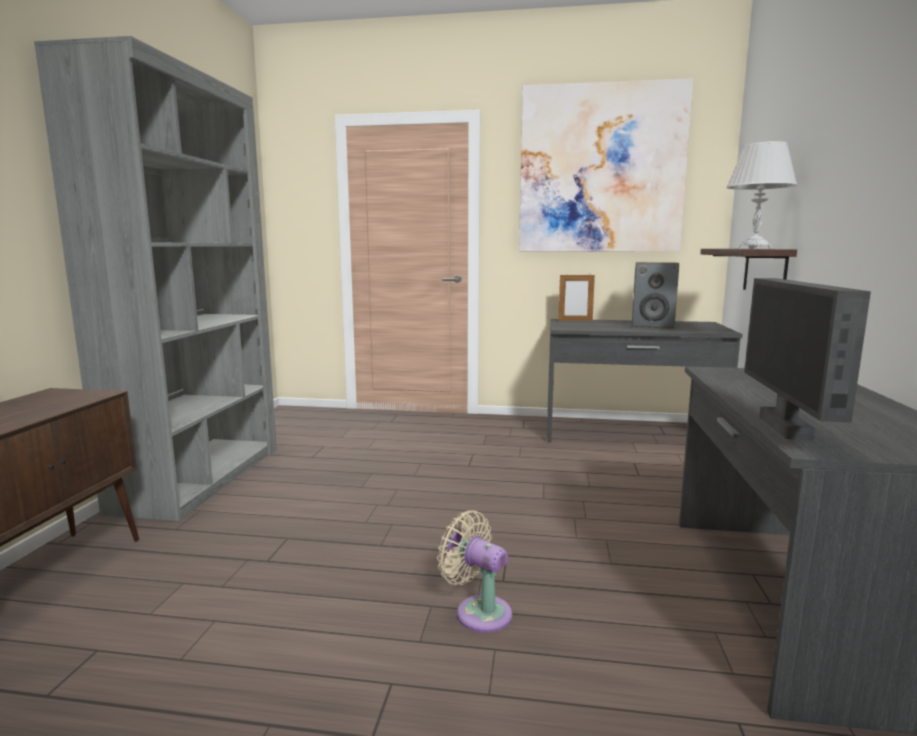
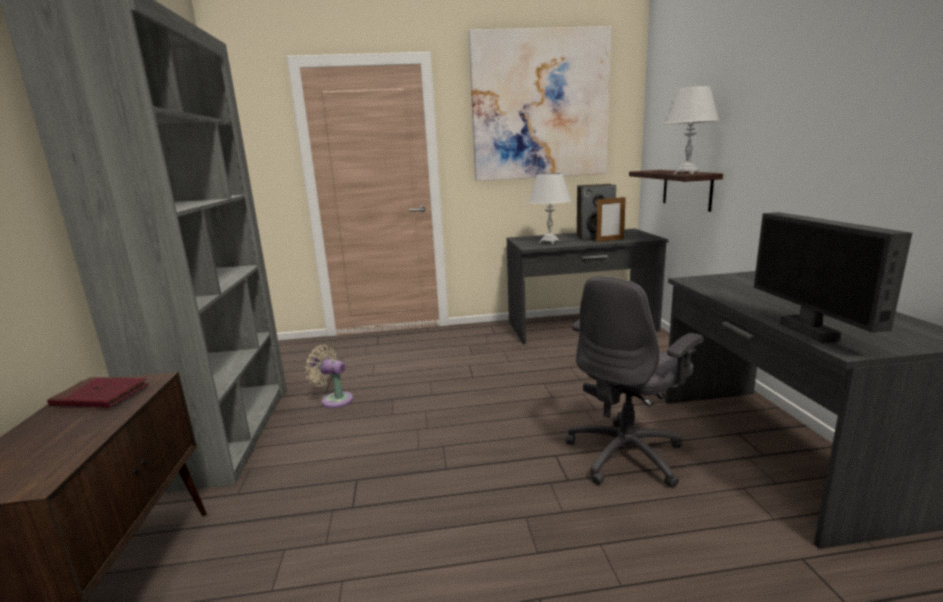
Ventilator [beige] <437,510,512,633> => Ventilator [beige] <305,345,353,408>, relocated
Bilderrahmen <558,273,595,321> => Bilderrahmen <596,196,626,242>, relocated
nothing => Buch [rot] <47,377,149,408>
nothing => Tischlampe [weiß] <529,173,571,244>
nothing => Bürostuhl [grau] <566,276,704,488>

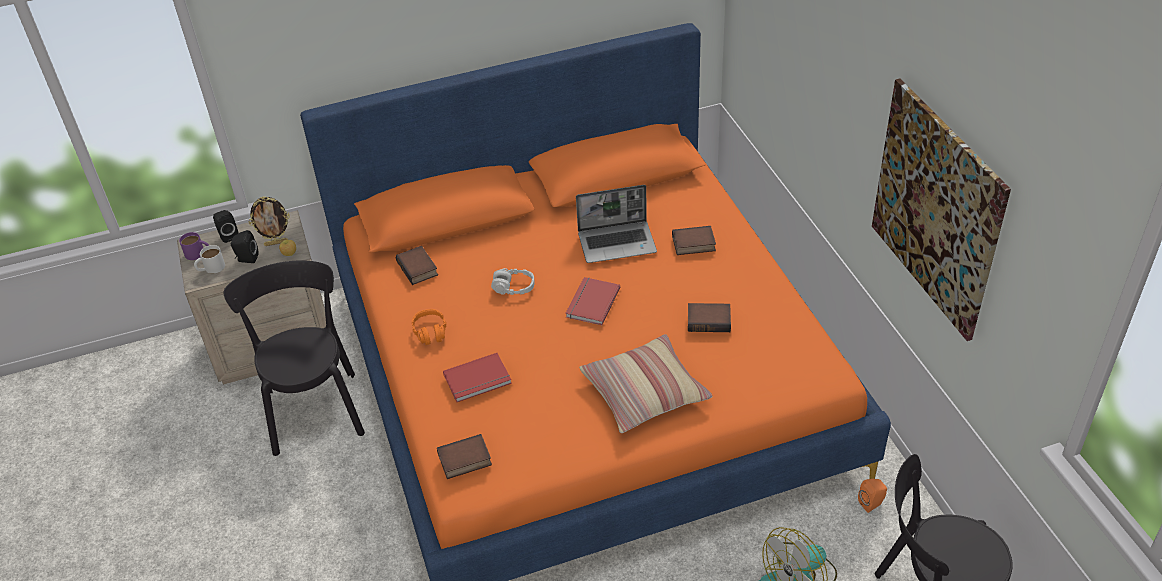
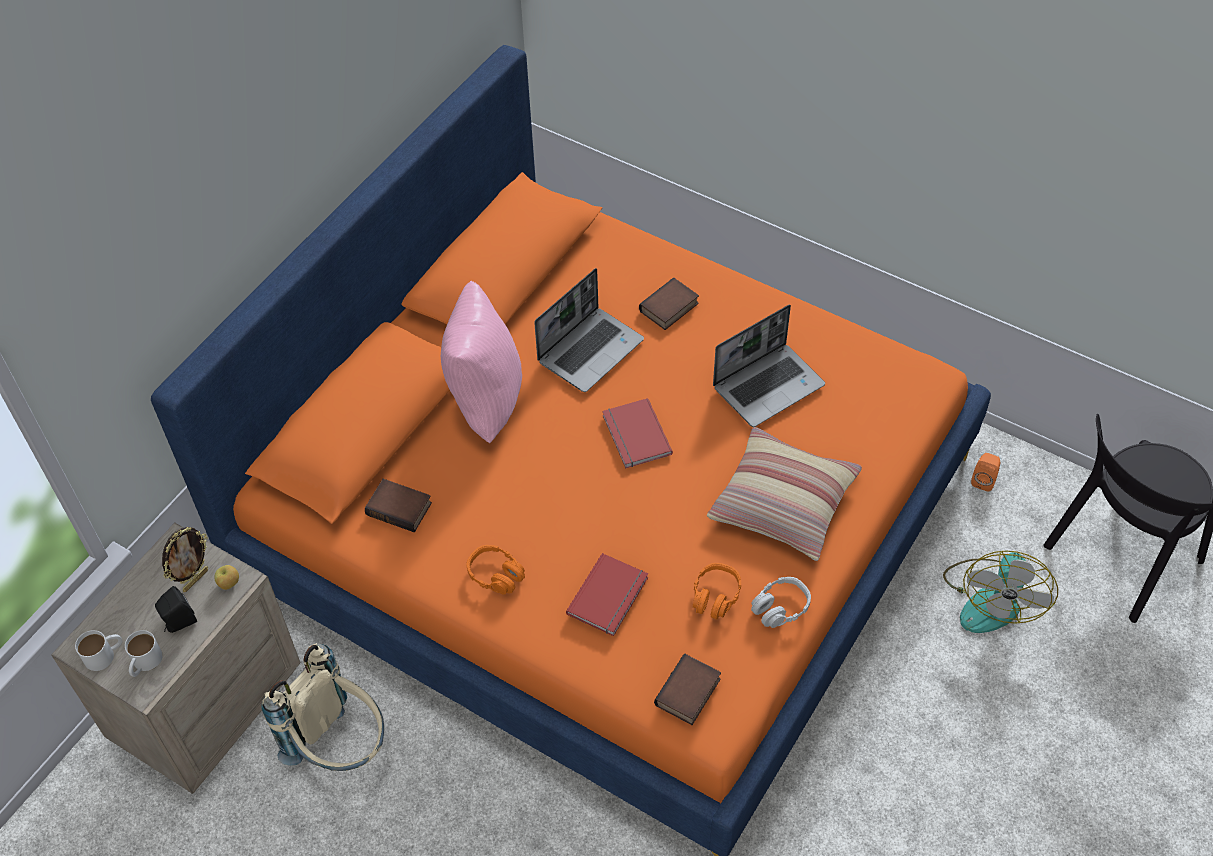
Henkelbecher [lila] <179,232,209,260> => Henkelbecher [weiß] <75,630,122,671>
Lautsprecher [schwarz] <213,210,239,243> => nothing
Stuhl [schwarz] <224,260,365,456> => Rucksack [beige] <261,643,384,771>
Kopfhörer [grau] <491,268,535,295> => Kopfhörer [grau] <751,577,811,628>, relocated
Buch <688,303,731,332> => Laptop <713,304,825,427>
Bild <872,78,1011,341> => nothing
nothing => Kissen [rosa] <441,281,522,443>
nothing => Kopfhörer [orange] <693,563,741,620>

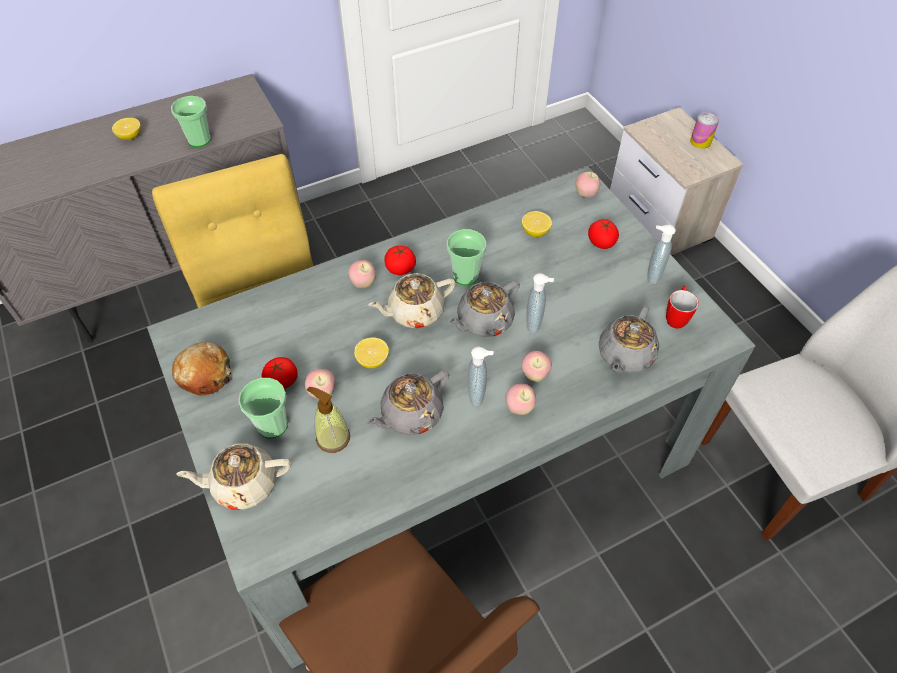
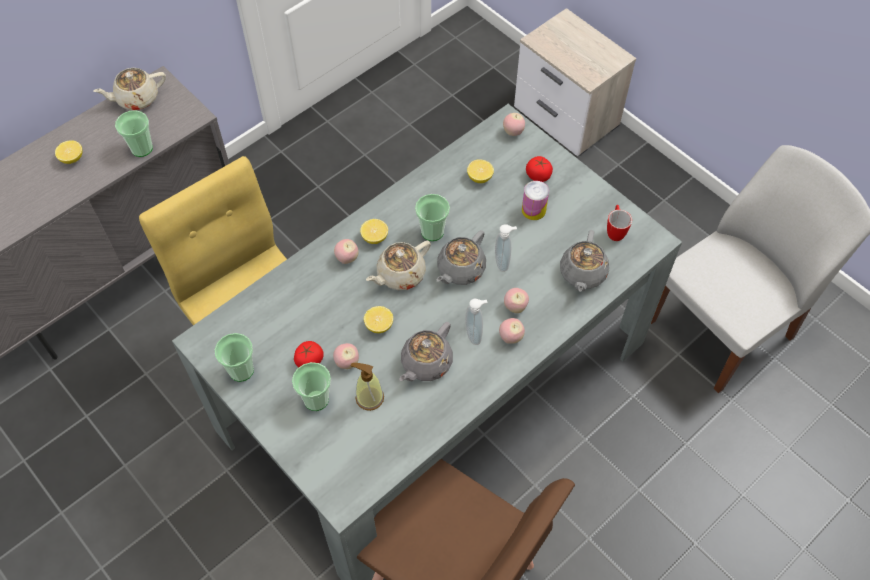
Brot <172,342,231,396> => Tasse <215,333,254,382>
Teekanne [beige] <176,443,291,510> => Teekanne [beige] <93,68,166,110>, relocated
Tomate <384,246,416,275> => Zitrone <360,219,388,244>
Seifenspender <647,225,676,284> => nothing
Dose <690,113,719,149> => Dose <522,181,549,220>, relocated

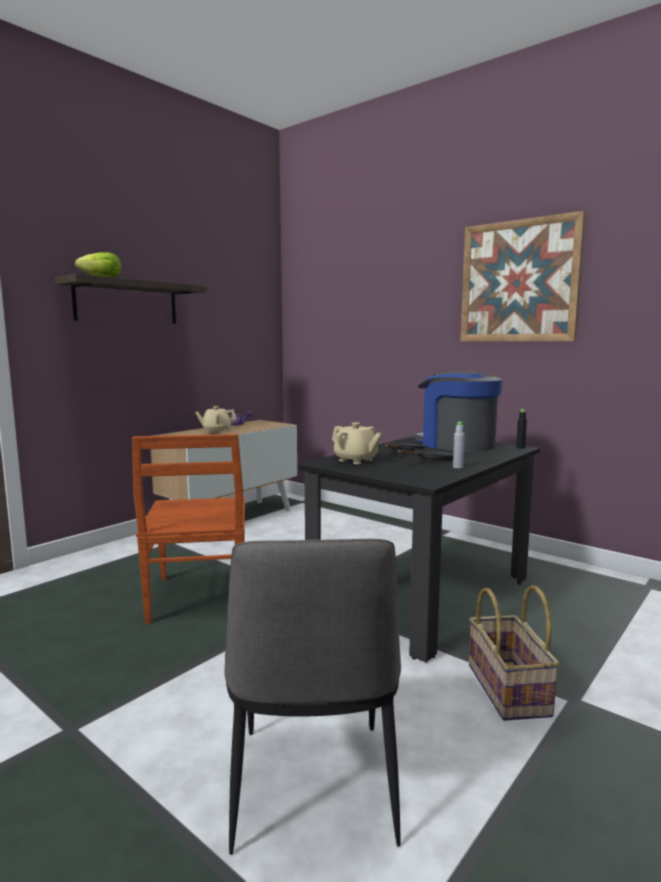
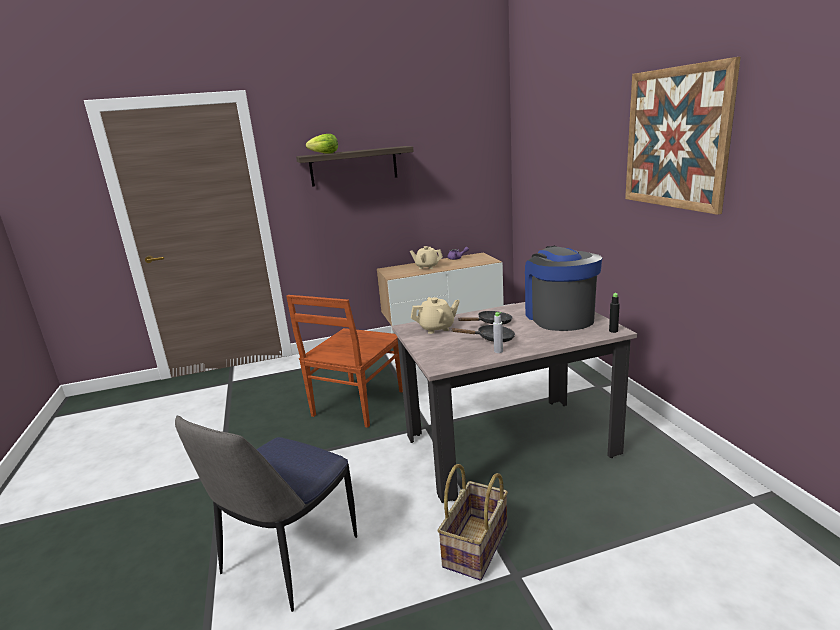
Esstisch [schwarz] <298,436,540,663> => Esstisch [beige] <392,302,637,503>
Teekanne [beige] <332,422,383,464> => Teekanne [beige] <411,297,460,334>, 90 degrees counterclockwise

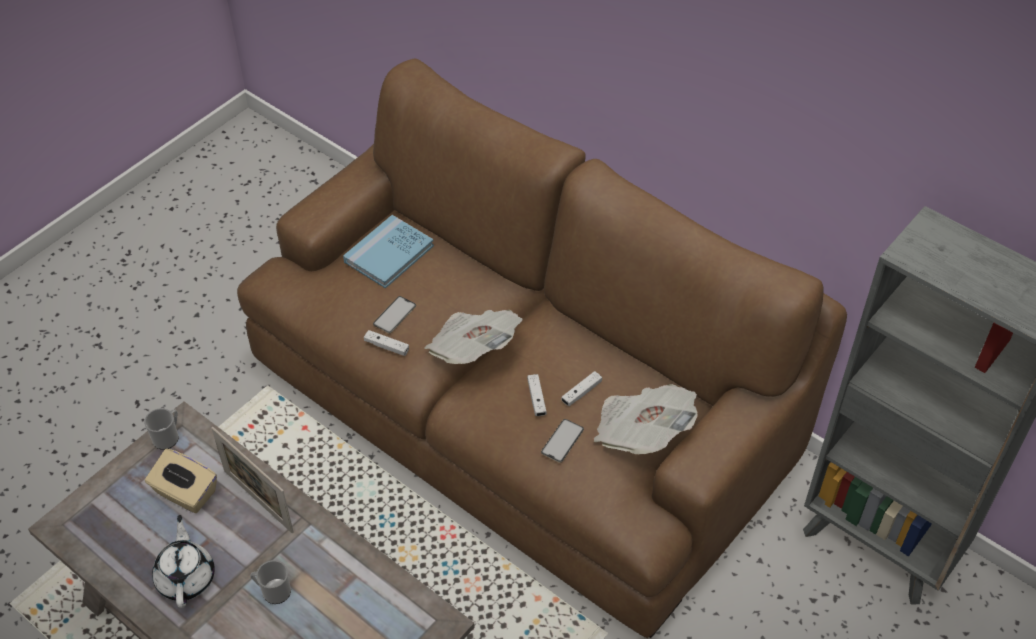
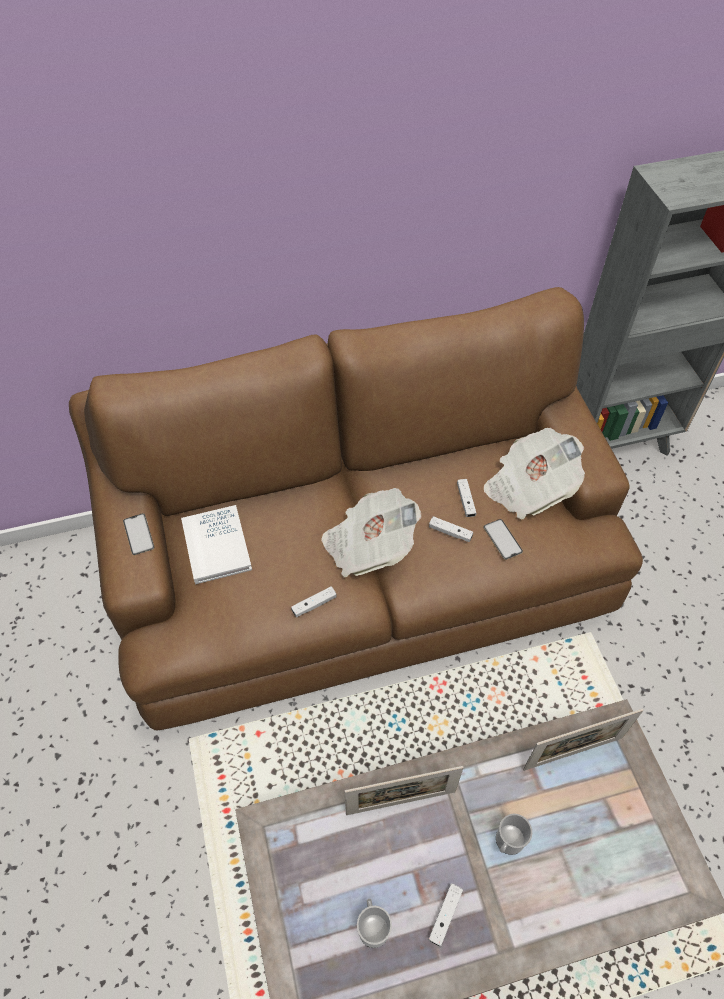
Henkelbecher <144,408,179,450> => Henkelbecher <357,899,392,948>, relocated
Taschentuchbox [beige] <145,449,217,513> => nothing
Teekanne [weiß] <152,515,215,608> => Gamepad [weiß] <428,884,463,947>
Buch [blau] <343,215,434,289> => Buch [weiß] <181,505,252,584>
Handy <373,296,416,333> => Handy <123,513,155,555>, relocated
nothing => Bilderrahmen <523,709,644,771>

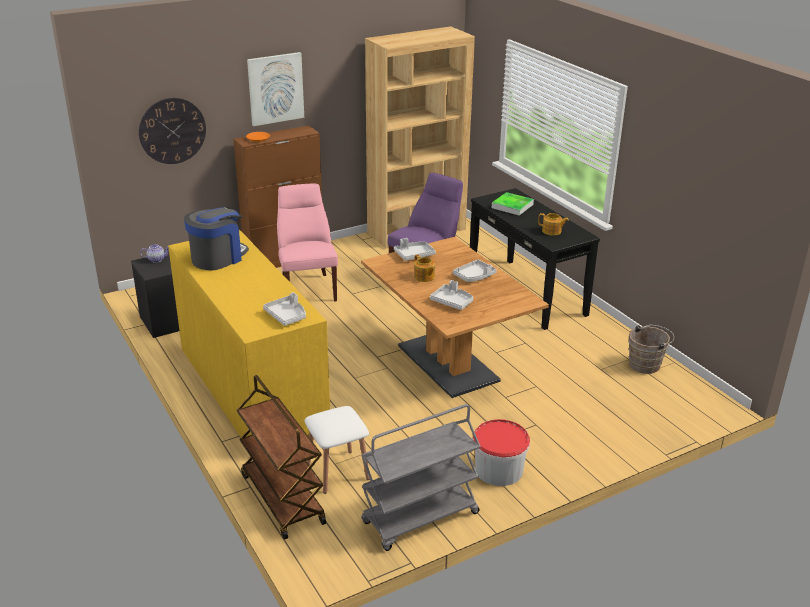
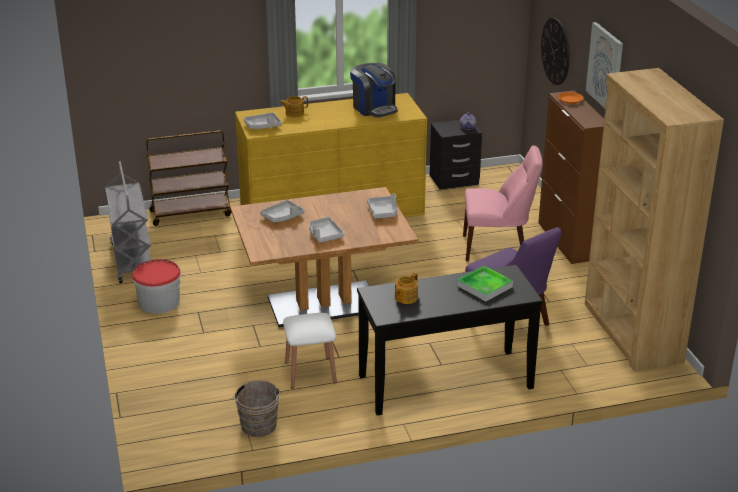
Hocker [weiß] <305,406,370,494> => Hocker [weiß] <283,313,337,389>, relocated
Teekanne <414,254,436,282> => Teekanne <280,96,308,117>, relocated

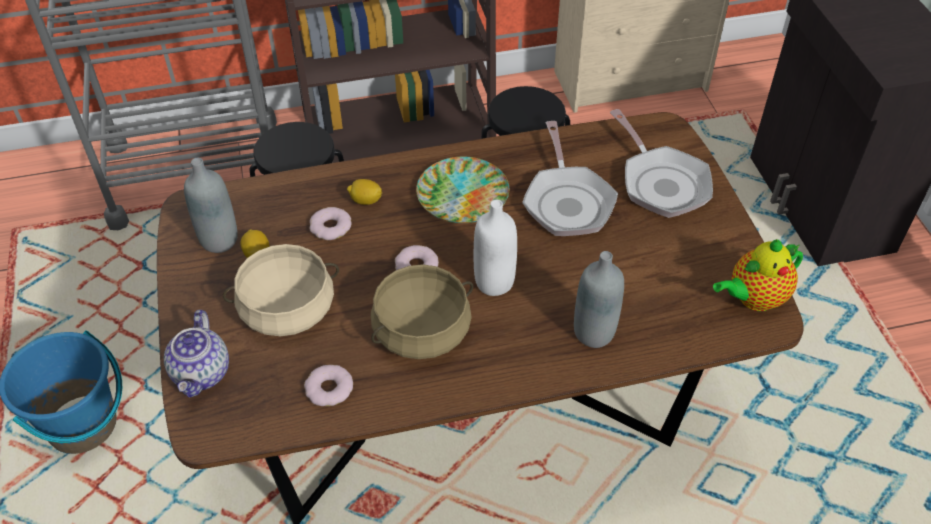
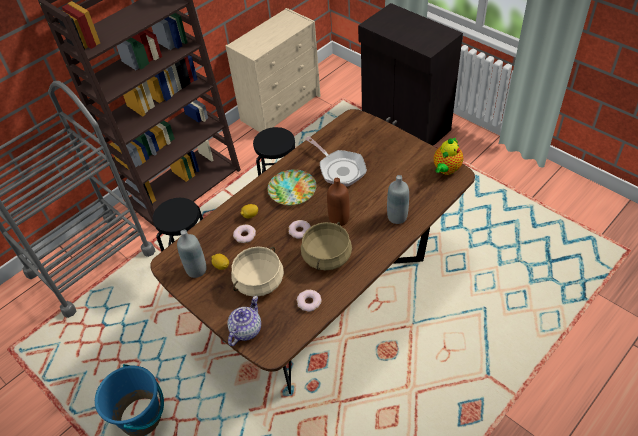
Teekanne <164,310,229,398> => Teekanne <227,296,261,346>, 120 degrees counterclockwise
Flasche [weiß] <474,200,517,296> => Flasche [braun] <327,178,350,226>
Pfanne <610,109,713,218> => nothing

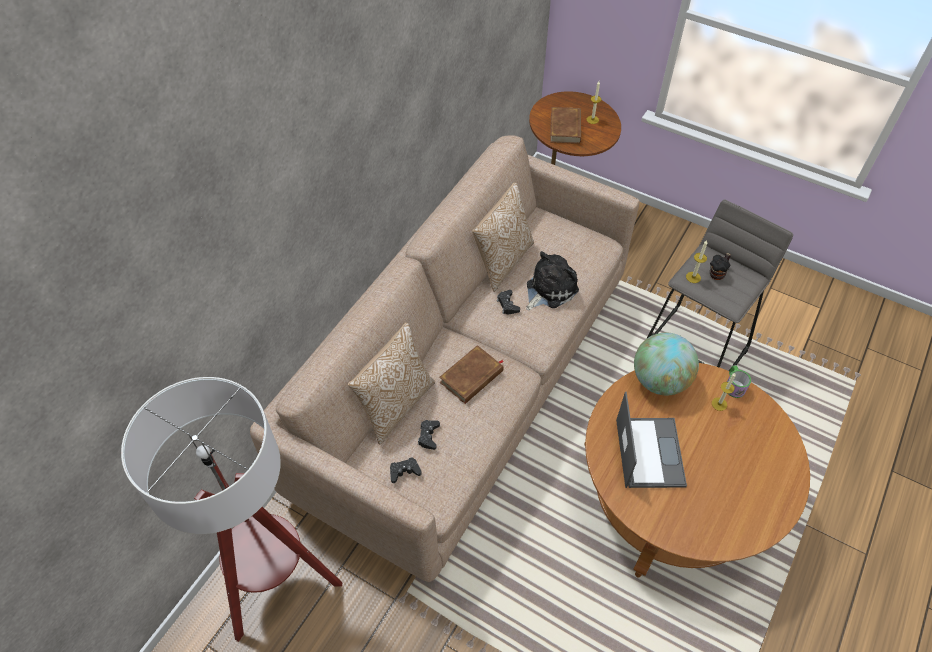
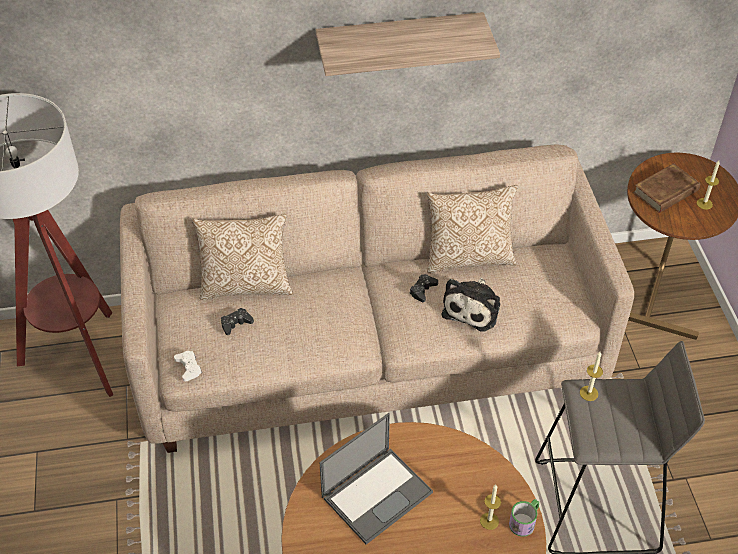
Gamepad [schwarz] <390,457,422,483> => nothing
Buch [braun] <440,345,504,404> => nothing
Plüschtier <526,251,579,311> => Plüschtier <442,278,500,331>, 105 degrees clockwise
Globus <634,332,699,396> => nothing
Henkelbecher <710,253,731,280> => nothing
nothing => Gamepad [weiß] <174,351,202,382>
nothing => Wandregal <316,12,500,76>

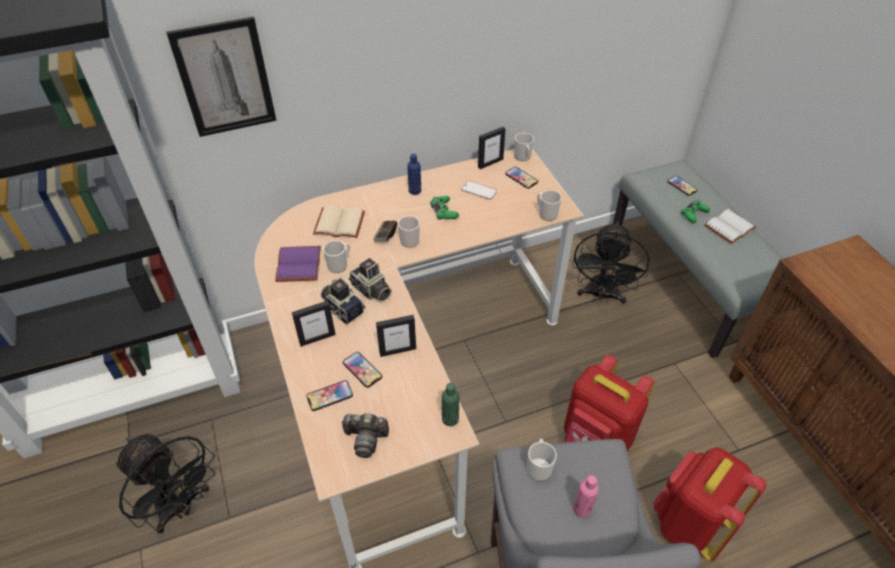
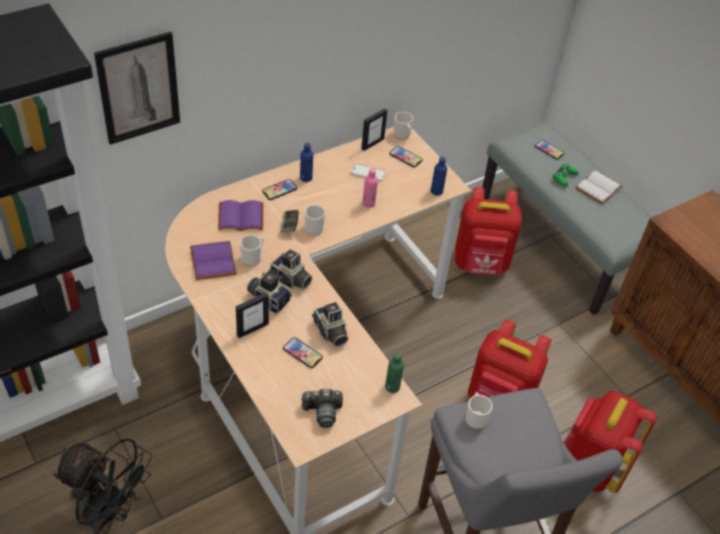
Handy <306,380,353,411> => Handy <262,179,297,200>, relocated
Buch [beige] <313,206,365,238> => Buch [lila] <218,200,263,231>
Bilderrahmen <376,315,416,357> => Kamera <312,302,349,347>
Gamepad [grün] <430,196,459,220> => nothing
Henkelbecher <537,190,562,221> => Flasche [blau] <431,157,447,196>
Ventilator [schwarz] <572,222,650,304> => Rucksack [rot] <455,187,522,275>
Flasche [rosa] <573,475,599,518> => Flasche [rosa] <363,168,378,208>, relocated

